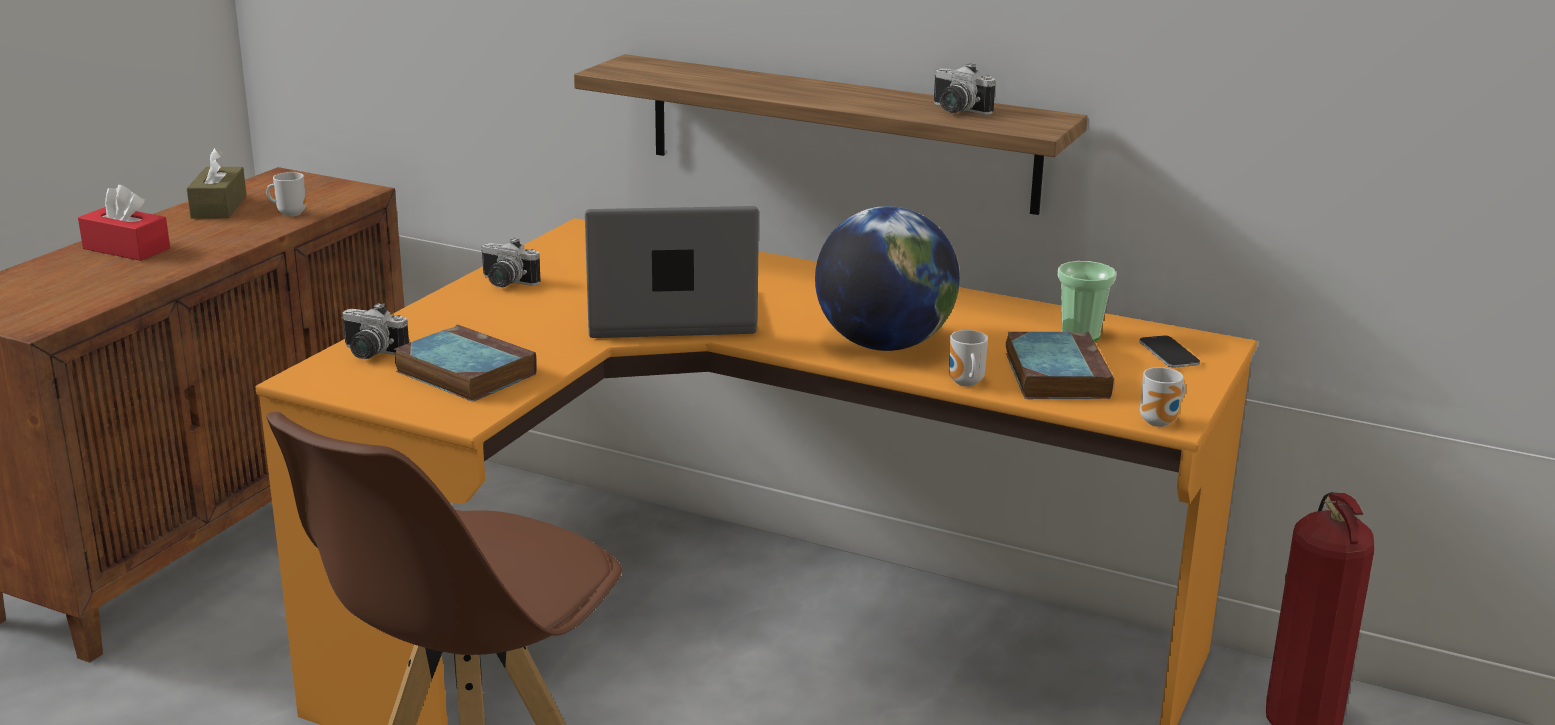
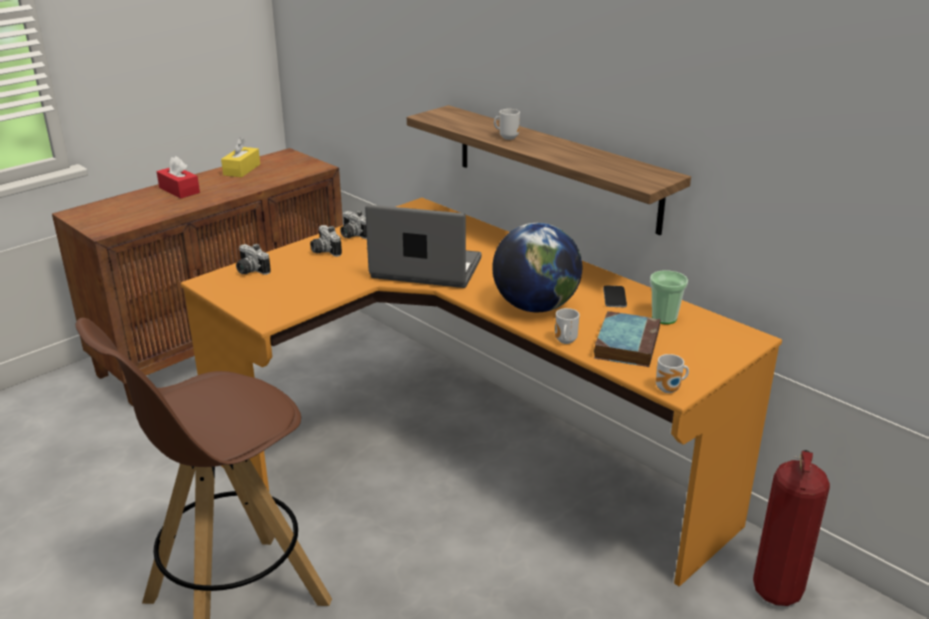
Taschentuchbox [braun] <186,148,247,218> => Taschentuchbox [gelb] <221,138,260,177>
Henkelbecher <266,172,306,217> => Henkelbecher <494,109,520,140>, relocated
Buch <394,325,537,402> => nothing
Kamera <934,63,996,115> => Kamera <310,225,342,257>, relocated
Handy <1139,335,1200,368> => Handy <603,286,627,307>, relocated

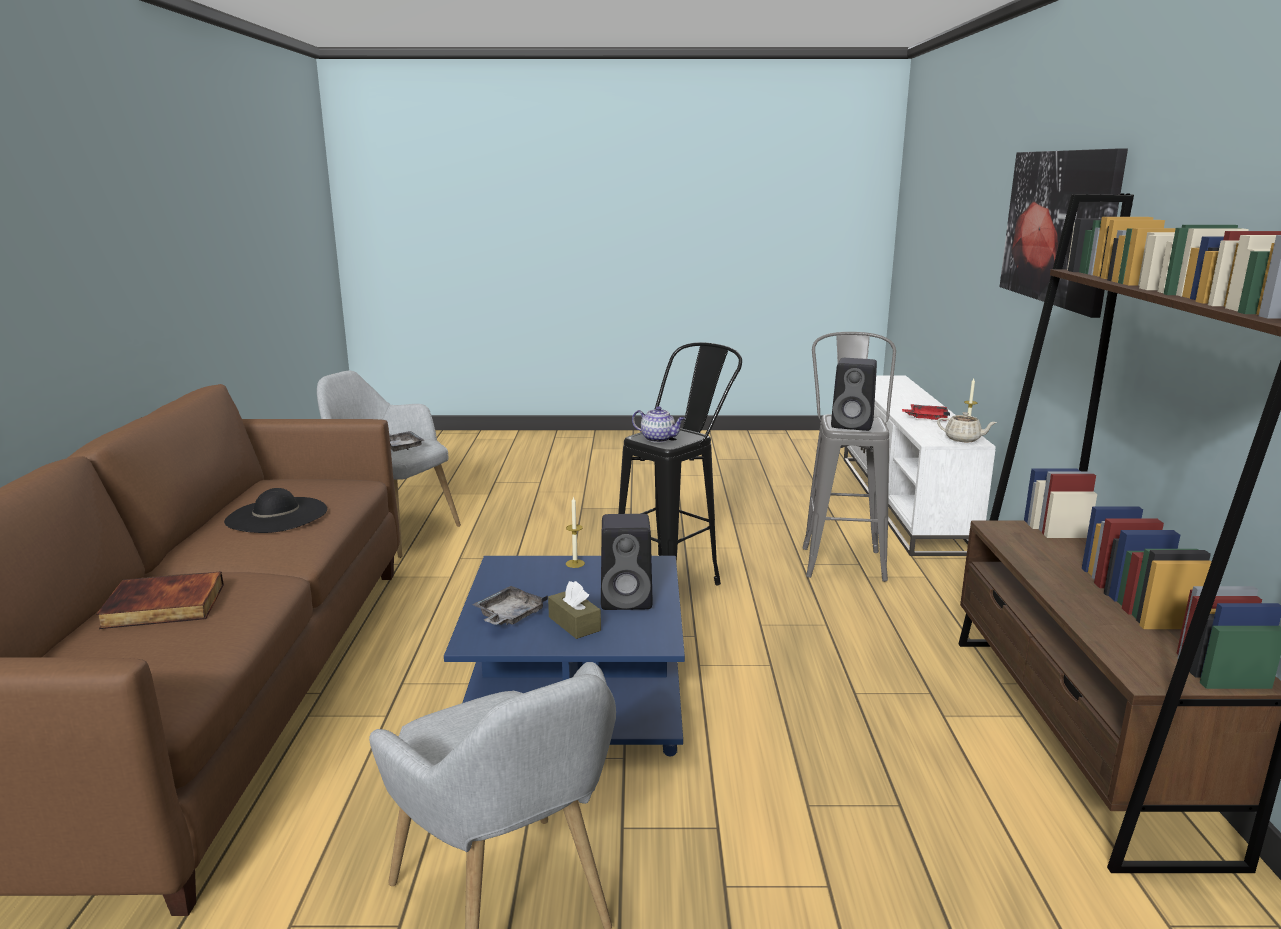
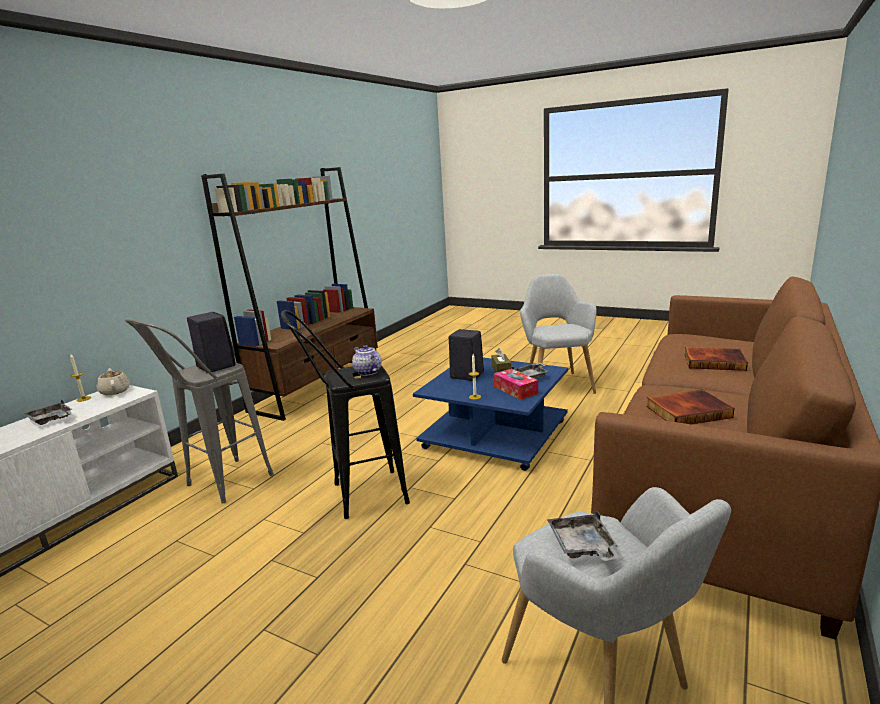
Hut [schwarz] <224,488,327,533> => Buch <646,389,734,424>
Tablett [rot] <902,404,950,421> => Tablett [grau] <24,399,73,425>
Bild <1000,148,1128,318> => nothing
nothing => Taschentuchbox <494,369,538,400>

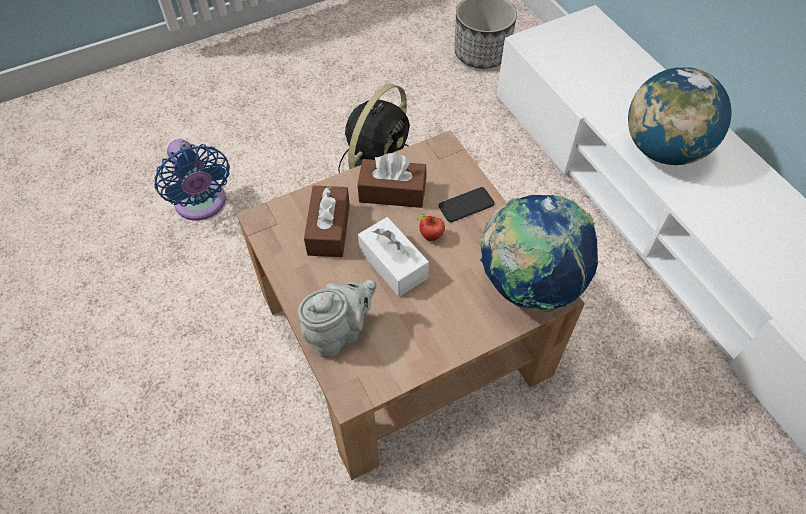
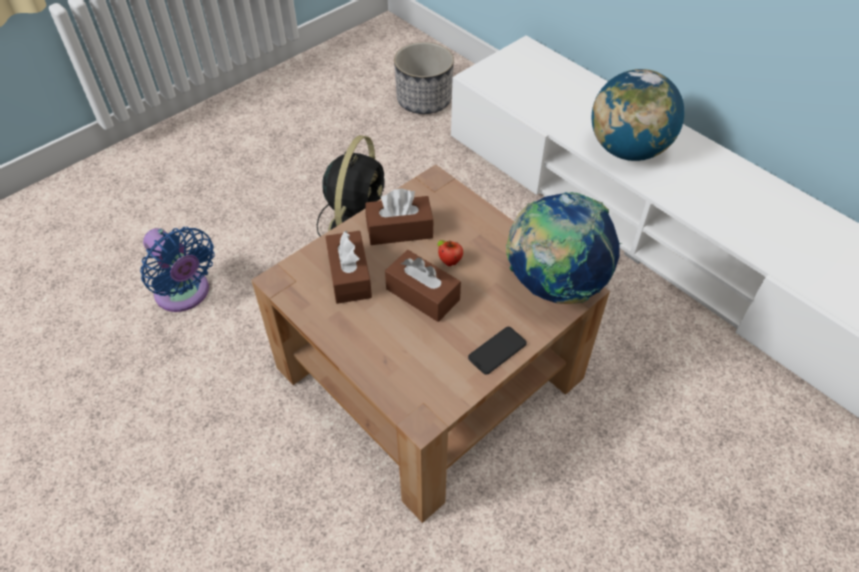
Teekanne [grau] <298,280,376,358> => nothing
Taschentuchbox [weiß] <358,217,429,297> => Taschentuchbox [braun] <385,250,461,322>
Handy <439,187,494,222> => Handy <468,327,527,375>, relocated

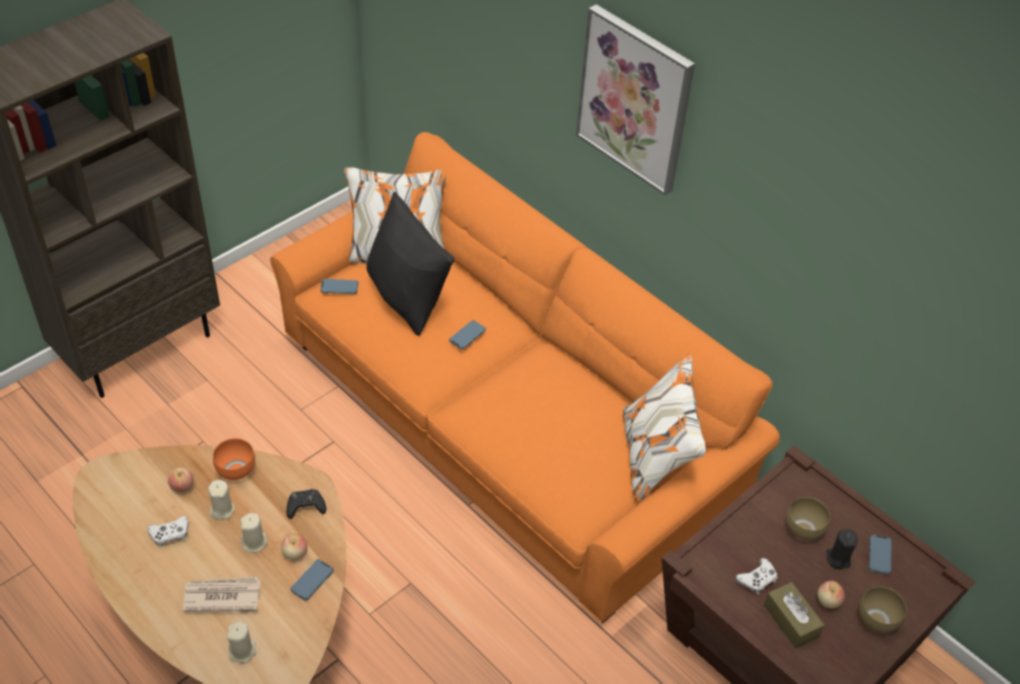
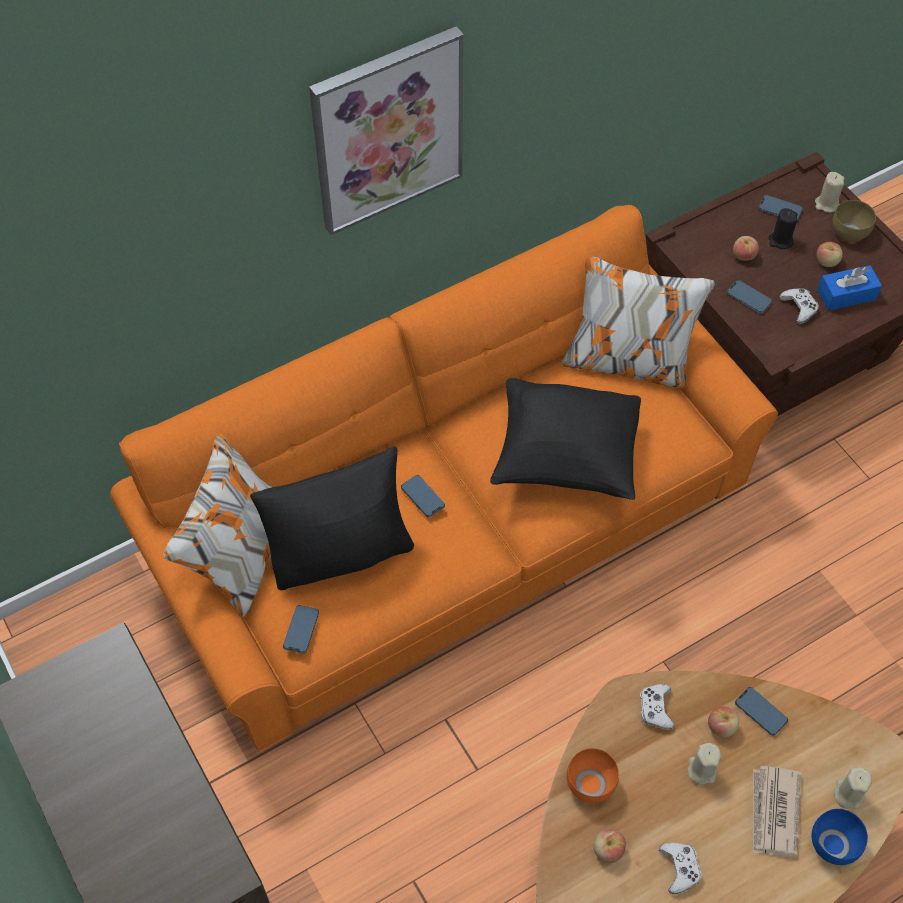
Kerze [beige] <208,480,235,520> => Kerze [beige] <815,172,845,213>, relocated
Gamepad [schwarz] <286,489,326,519> => Gamepad [weiß] <640,684,674,730>
Taschentuchbox [braun] <764,582,824,649> => Taschentuchbox [blau] <818,265,882,311>
Schüssel [braun] <786,497,830,540> => Apfel <733,236,759,261>
nothing => Kissen [schwarz] <490,378,641,500>
nothing => Handy <727,280,773,314>
nothing => Schüssel [blau] <812,809,868,865>

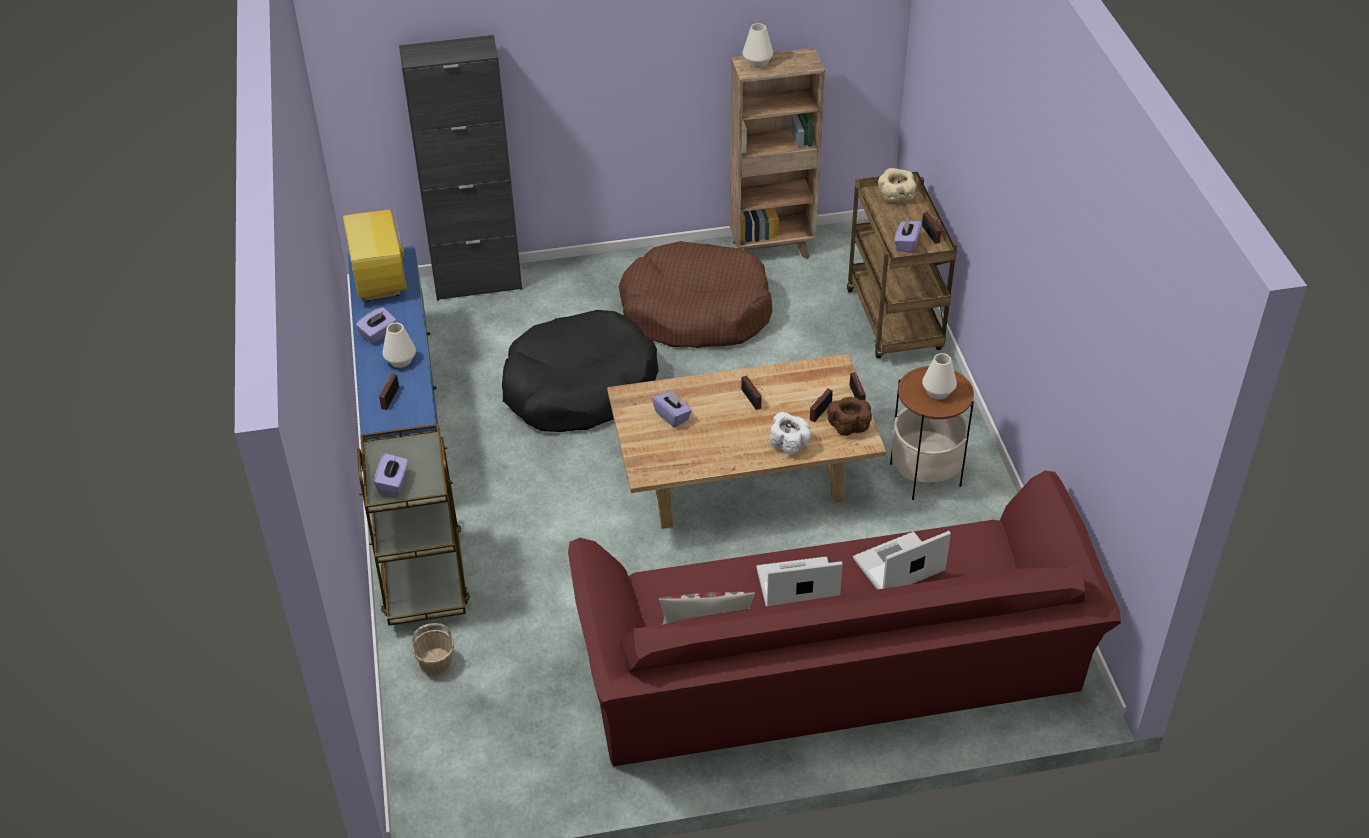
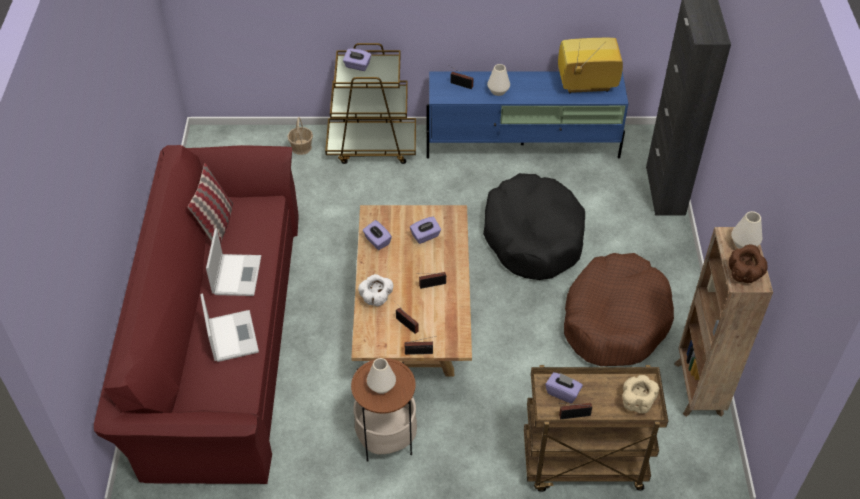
Taschentuchbox [lila] <356,307,397,344> => Taschentuchbox [lila] <362,220,392,250>, relocated
Schüssel [braun] <827,397,872,436> => Schüssel [braun] <729,244,768,283>, relocated

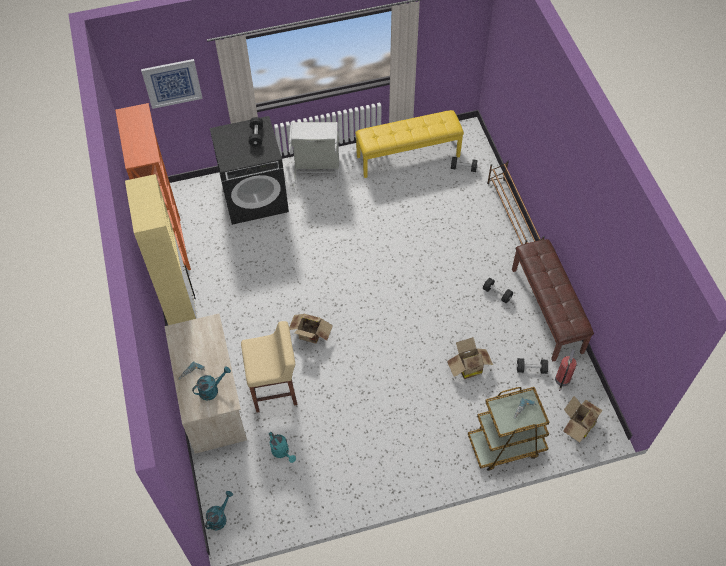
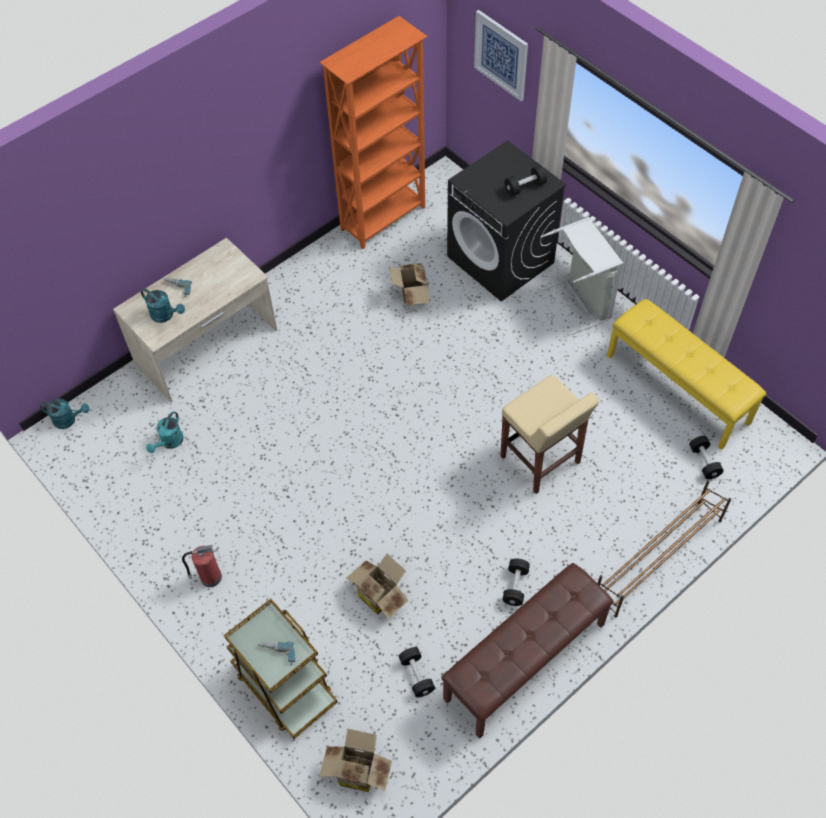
Schrank [beige] <125,174,197,325> => nothing
Hocker [beige] <241,321,297,413> => Hocker [beige] <501,375,599,494>, relocated
Karton <289,314,333,344> => Karton <389,263,430,306>, relocated
Feuerlöscher <555,349,577,391> => Feuerlöscher <182,545,222,587>, relocated

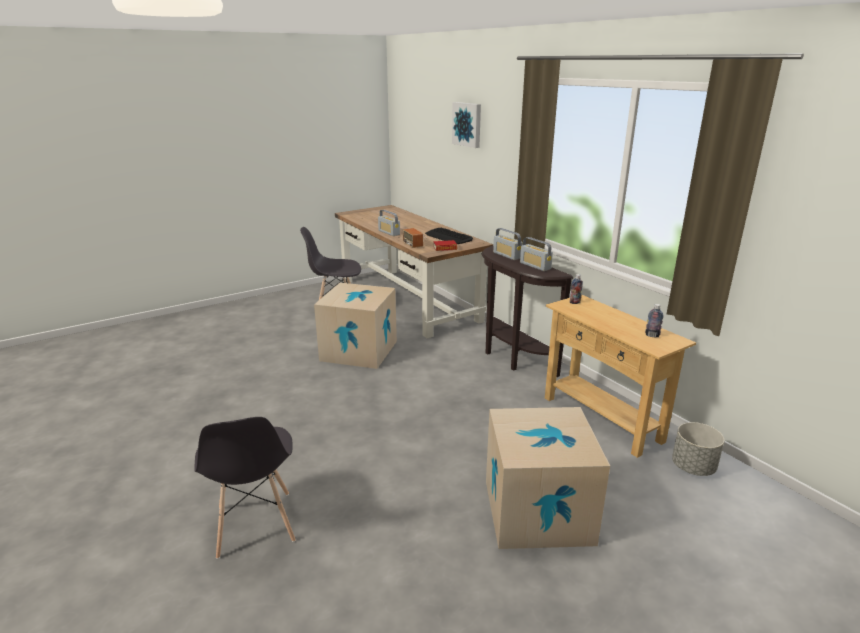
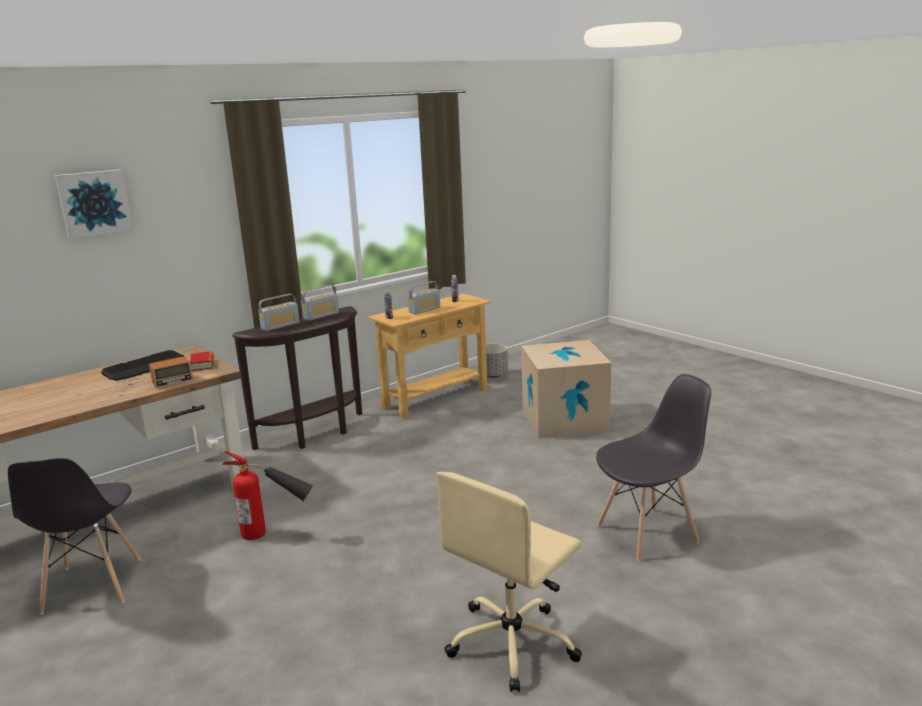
Karton <314,283,397,369> => Feuerlöscher <222,451,313,540>
Radio <378,210,400,236> => Radio <408,281,440,314>, relocated
nothing => Bürostuhl [beige] <436,472,582,692>

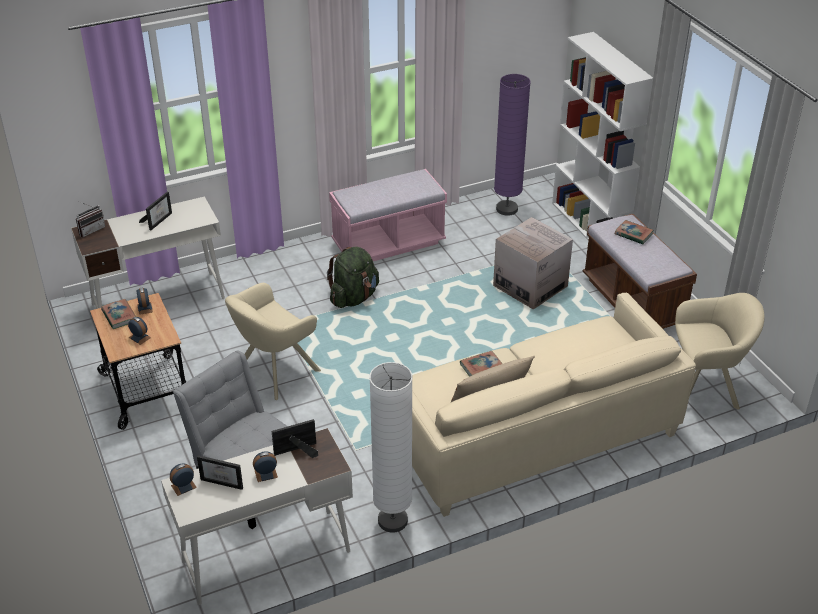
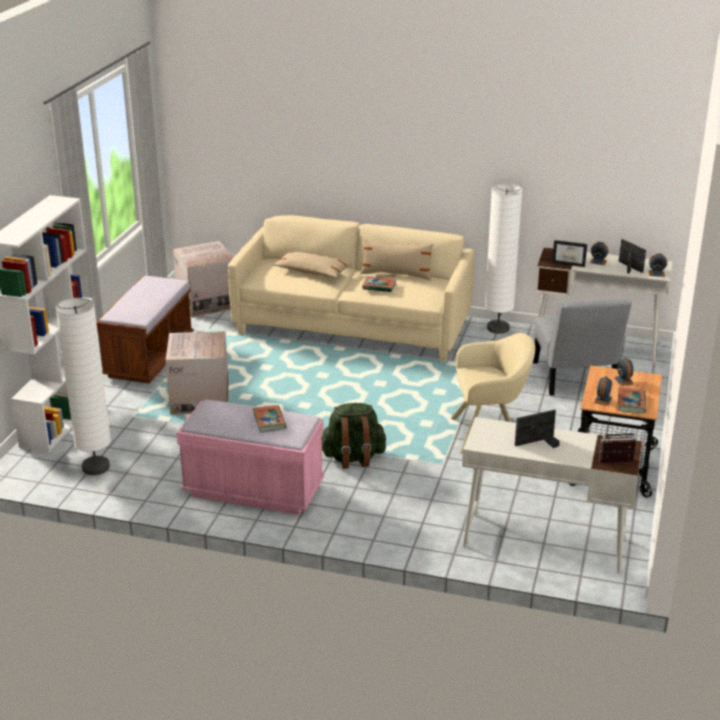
Stehlampe [lila] <494,74,531,216> => Stehlampe [weiß] <55,298,111,475>
Buch <615,220,653,244> => Buch <253,405,286,432>, relocated
Sessel [beige] <675,293,764,409> => Karton <173,241,234,317>
nothing => Kissen [beige] <272,252,352,278>

